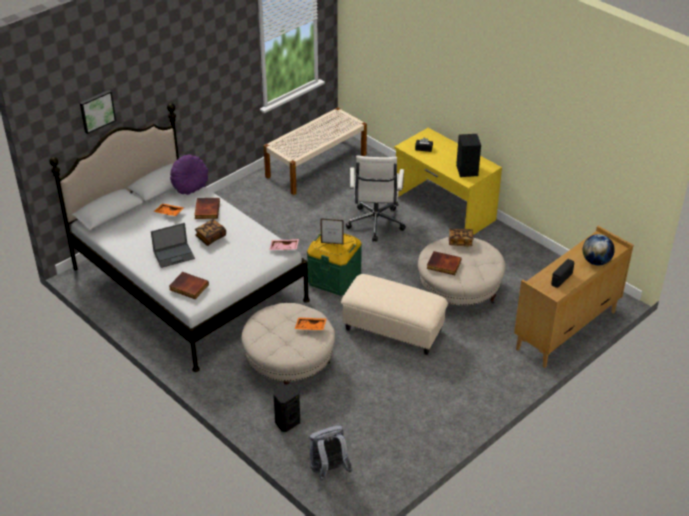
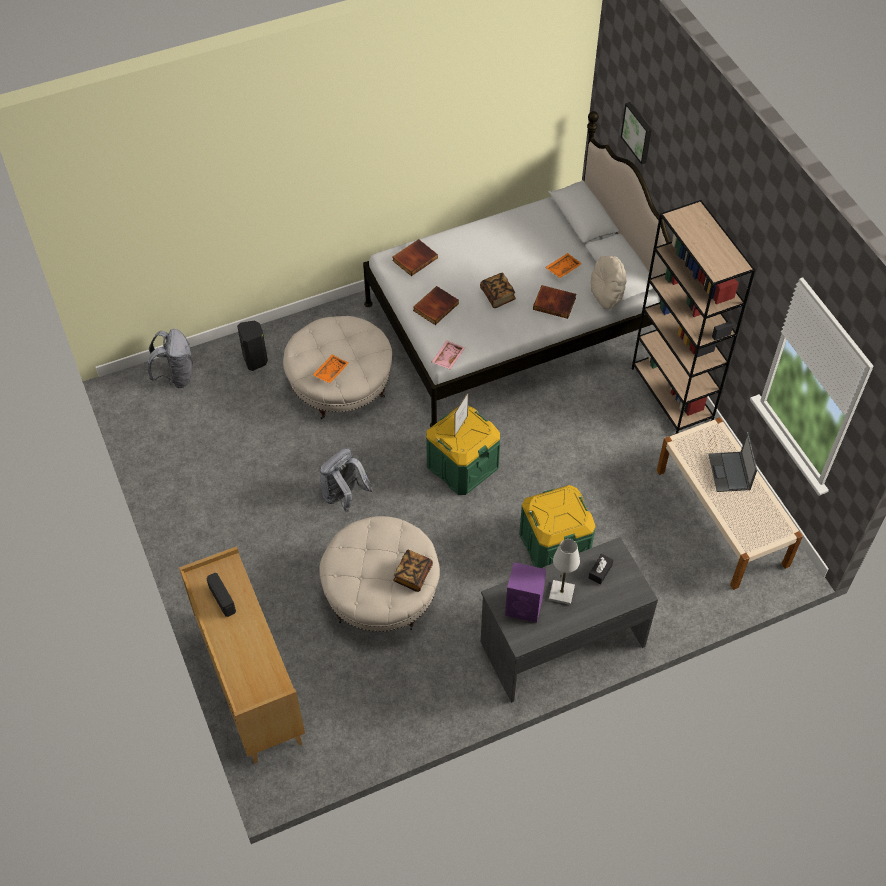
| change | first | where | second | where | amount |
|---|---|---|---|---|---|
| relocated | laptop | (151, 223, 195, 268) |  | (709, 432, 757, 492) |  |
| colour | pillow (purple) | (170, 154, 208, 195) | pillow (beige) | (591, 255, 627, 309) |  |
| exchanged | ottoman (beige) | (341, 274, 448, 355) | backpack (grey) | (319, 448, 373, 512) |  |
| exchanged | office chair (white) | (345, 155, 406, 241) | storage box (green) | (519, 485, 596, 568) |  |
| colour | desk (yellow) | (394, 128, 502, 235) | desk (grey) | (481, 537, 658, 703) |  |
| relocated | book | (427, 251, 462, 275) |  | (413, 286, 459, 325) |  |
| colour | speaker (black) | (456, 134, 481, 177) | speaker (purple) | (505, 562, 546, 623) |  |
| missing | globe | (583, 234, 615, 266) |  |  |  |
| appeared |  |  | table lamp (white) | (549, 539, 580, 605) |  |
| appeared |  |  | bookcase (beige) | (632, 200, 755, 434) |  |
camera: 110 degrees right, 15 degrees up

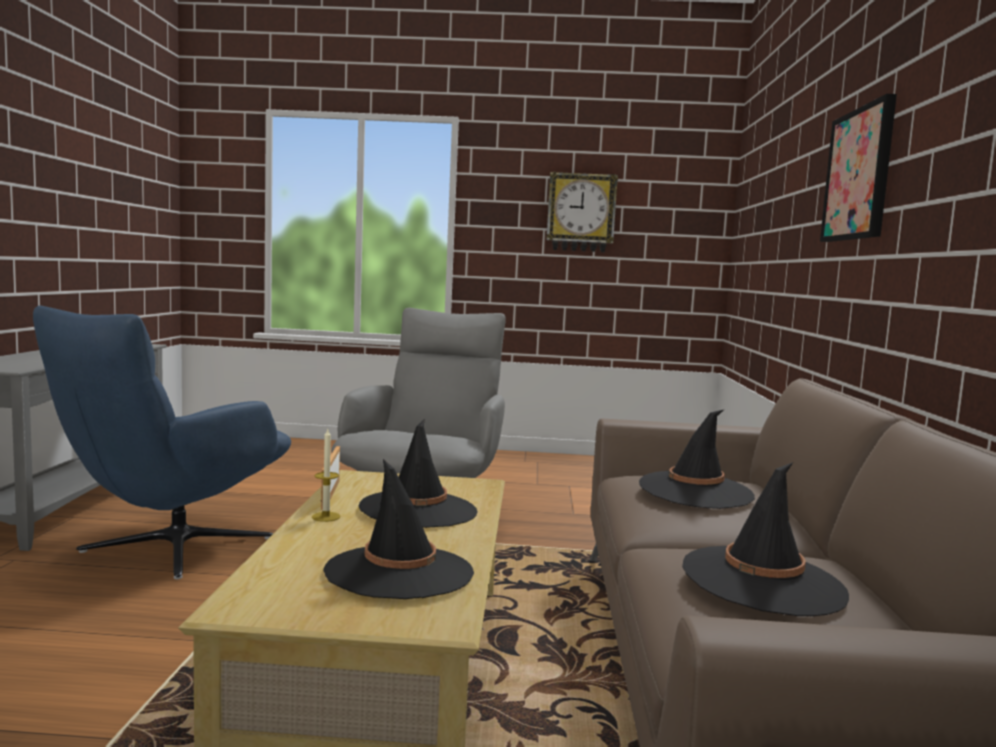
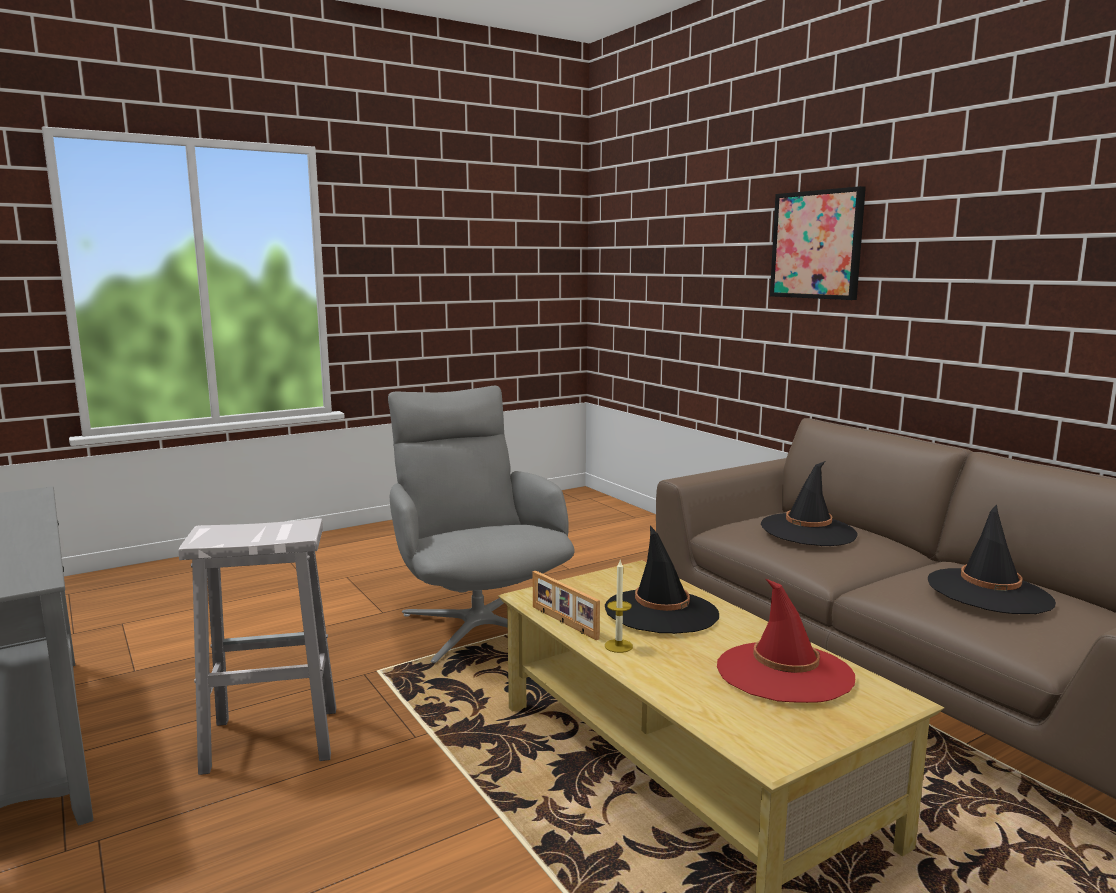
| change | first | where | second | where | amount |
|---|---|---|---|---|---|
| exchanged | armchair (blue) | (33, 305, 291, 579) | stool (white) | (178, 518, 336, 775) |  |
| colour | hat (black) | (323, 459, 474, 599) | hat (red) | (717, 579, 855, 703) |  |
| missing | wall clock | (546, 172, 618, 252) |  |  |  |
camera: 35 degrees left, 5 degrees up

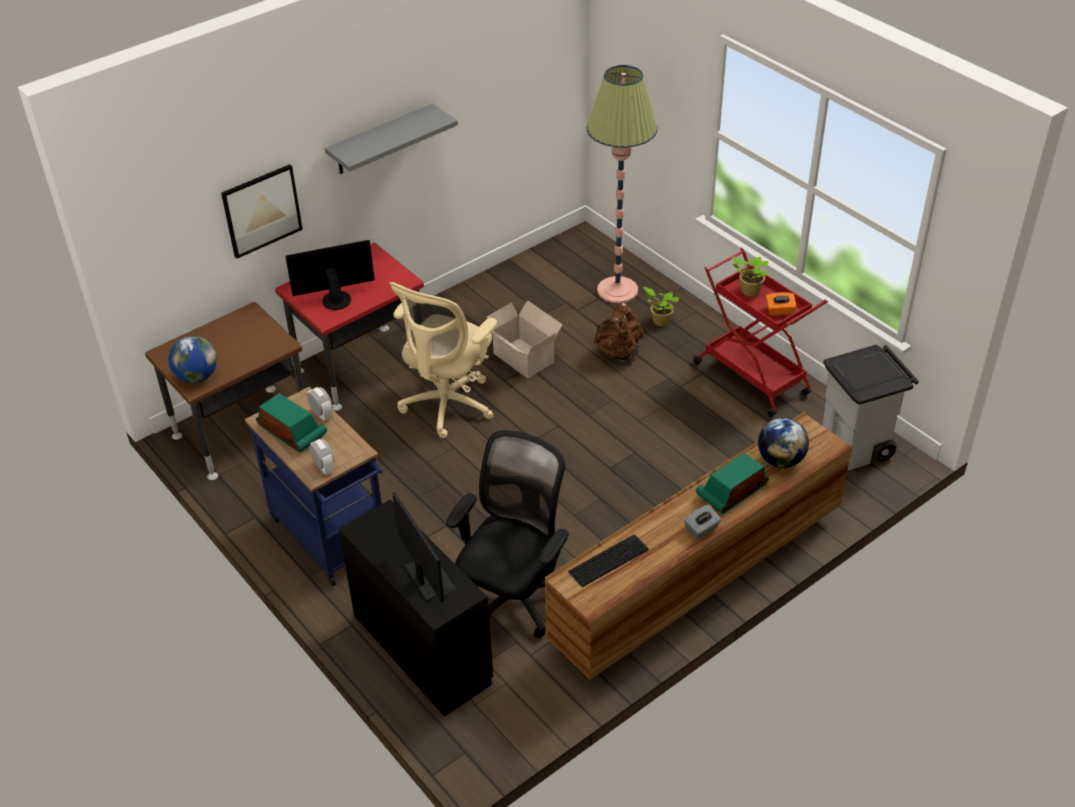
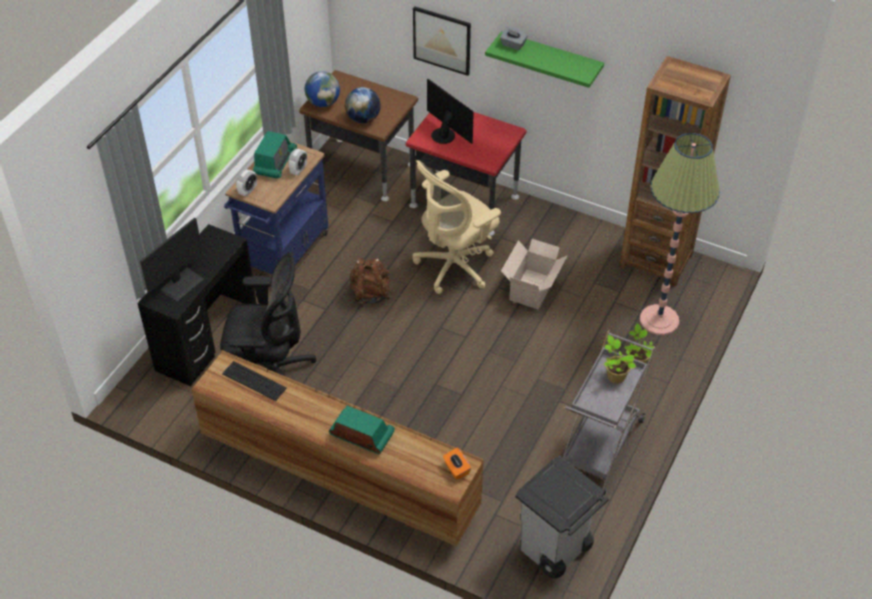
| change | first | where | second | where | amount |
|---|---|---|---|---|---|
| colour | shelf (grey) | (325, 103, 458, 174) | shelf (green) | (485, 32, 604, 88) |  |
| spun | office chair (beige) | (389, 282, 497, 438) |  | (412, 160, 501, 294) | 45 degrees counterclockwise |
| relocated | backpack (brown) | (594, 303, 644, 363) |  | (350, 258, 392, 304) |  |
| relocated | tissue box (grey) | (684, 505, 722, 539) |  | (500, 27, 528, 50) |  |
| colour | cart (red) | (692, 248, 828, 417) | cart (grey) | (563, 329, 656, 495) |  |
| relocated | globe | (758, 418, 809, 468) |  | (345, 87, 381, 123) |  |
| relocated | tissue box (orange) | (766, 292, 797, 315) |  | (443, 448, 471, 480) |  |
| appeared |  |  | bookcase (brown) | (619, 56, 731, 287) |  |
camera: 65 degrees right, 5 degrees up

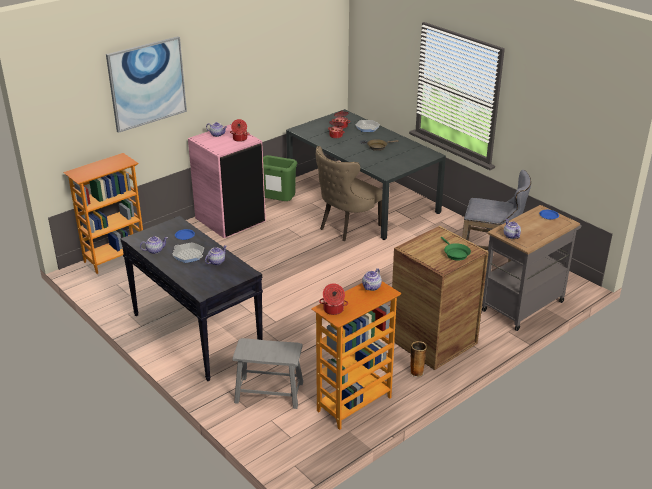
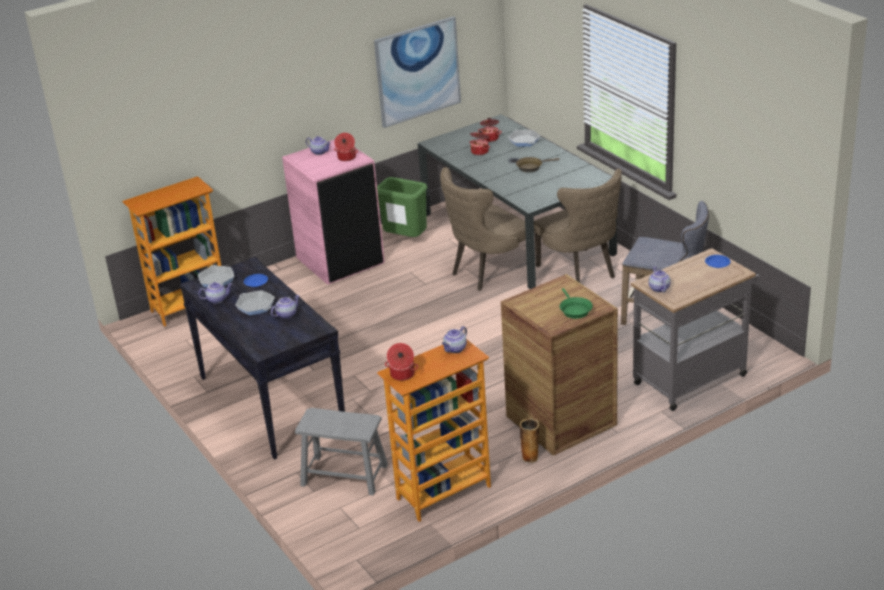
| change | first | where | second | where | amount |
|---|---|---|---|---|---|
| relocated | picture | (106, 36, 187, 133) |  | (374, 16, 461, 128) |  |
| appeared |  |  | frying pan | (198, 265, 234, 288) |  |
| appeared |  |  | chair (beige) | (534, 169, 622, 283) |  |
camera: 10 degrees right, 0 degrees up

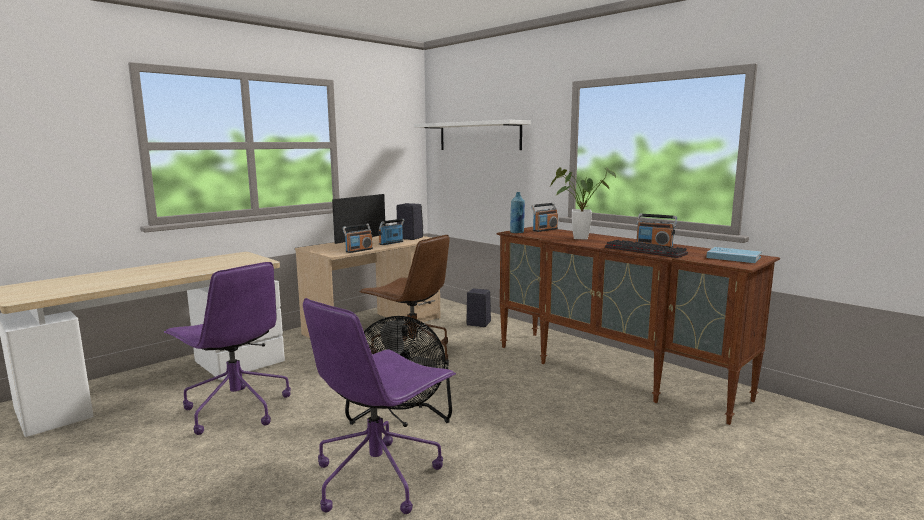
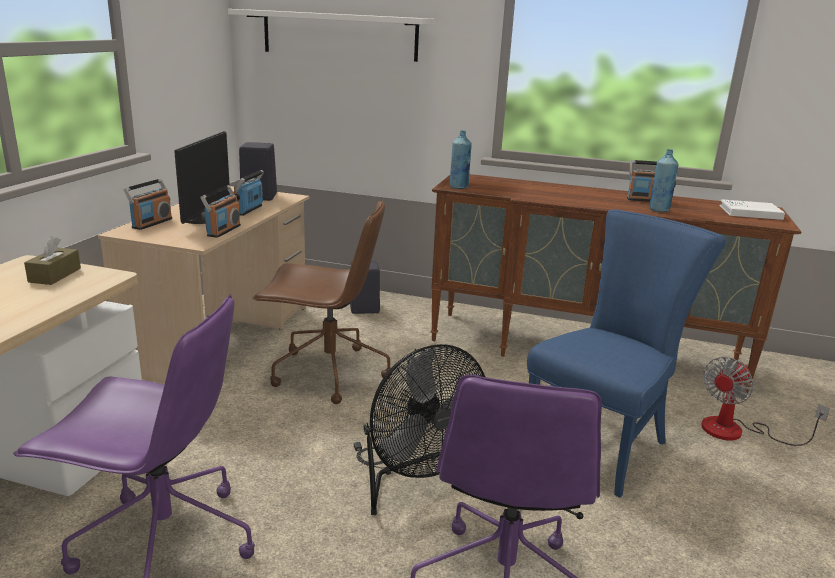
| change | first | where | second | where | amount |
|---|---|---|---|---|---|
| relocated | radio | (531, 203, 558, 232) |  | (124, 179, 172, 230) |  |
| missing | potted plant | (550, 167, 616, 240) |  |  |  |
| exchanged | keyboard | (605, 239, 688, 258) | bottle (blue) | (649, 149, 678, 212) |  |
| colour | book (blue) | (706, 247, 762, 263) | book (white) | (720, 199, 785, 220) |  |
| appeared |  |  | tissue box (brown) | (24, 236, 81, 285) |  |
| appeared |  |  | chair (blue) | (527, 209, 727, 498) |  |
| appeared |  |  | fan | (701, 357, 830, 446) |  |
camera: 30 degrees left, 10 degrees up

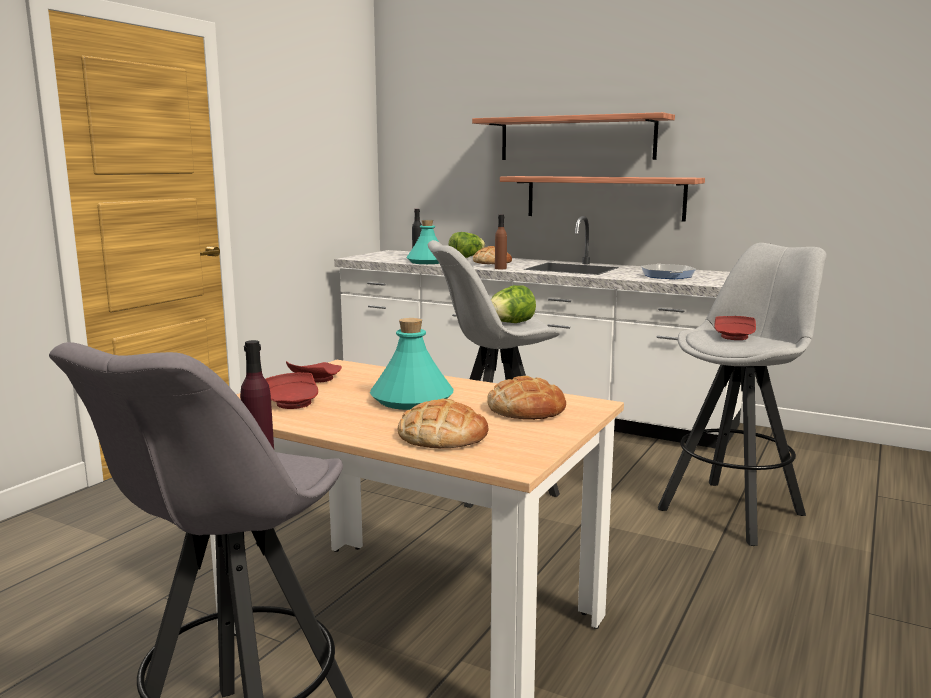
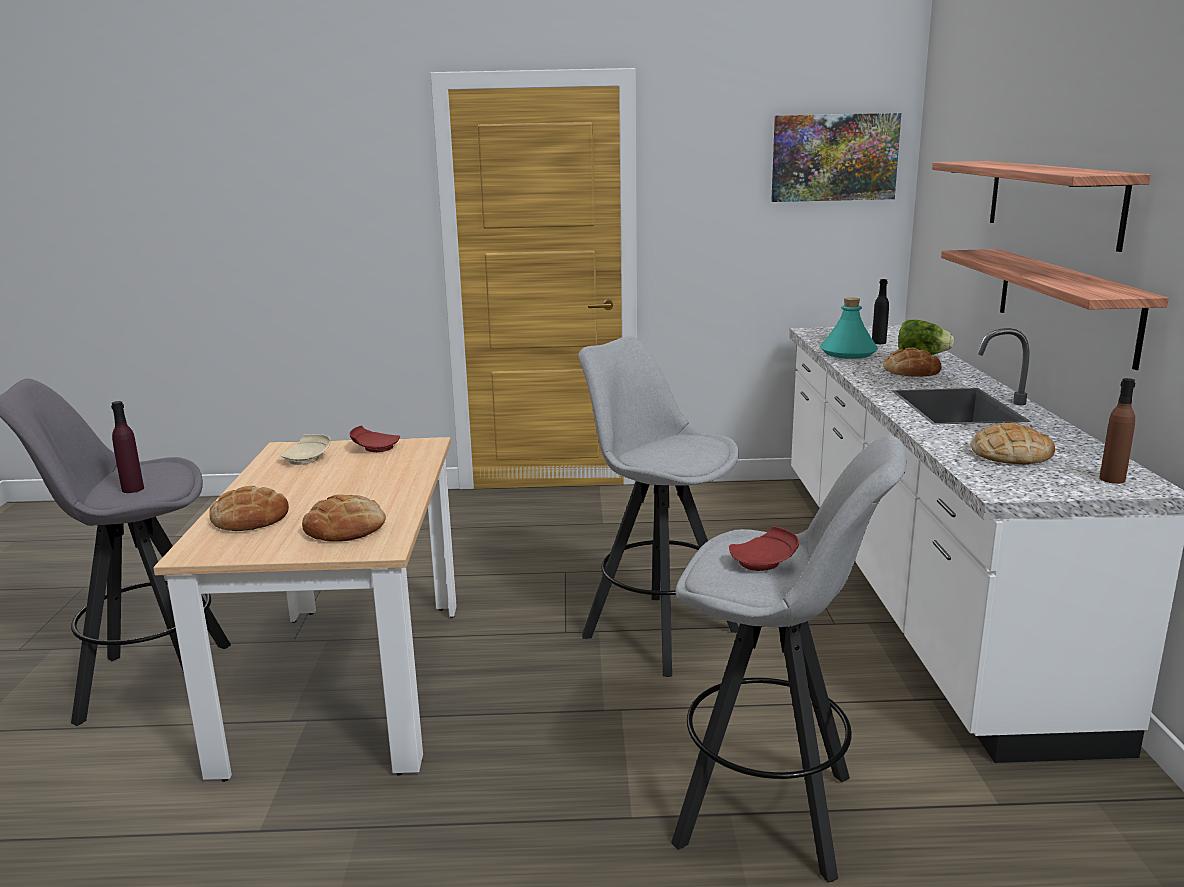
| change | first | where | second | where | amount |
|---|---|---|---|---|---|
| colour | plate (red) | (266, 373, 318, 409) | plate (beige) | (279, 434, 331, 465) |  |
| missing | bottle (turquoise) | (370, 318, 454, 410) |  |  |  |
| missing | lettuce | (491, 285, 536, 323) |  |  |  |
| relocated | bottle (brown) | (495, 215, 507, 269) |  | (1099, 378, 1135, 484) |  |
| exchanged | frying pan | (641, 264, 696, 279) | bread | (970, 423, 1055, 464) |  |
| appeared |  |  | picture | (771, 113, 901, 202) |  |
camera: 60 degrees right, 5 degrees up

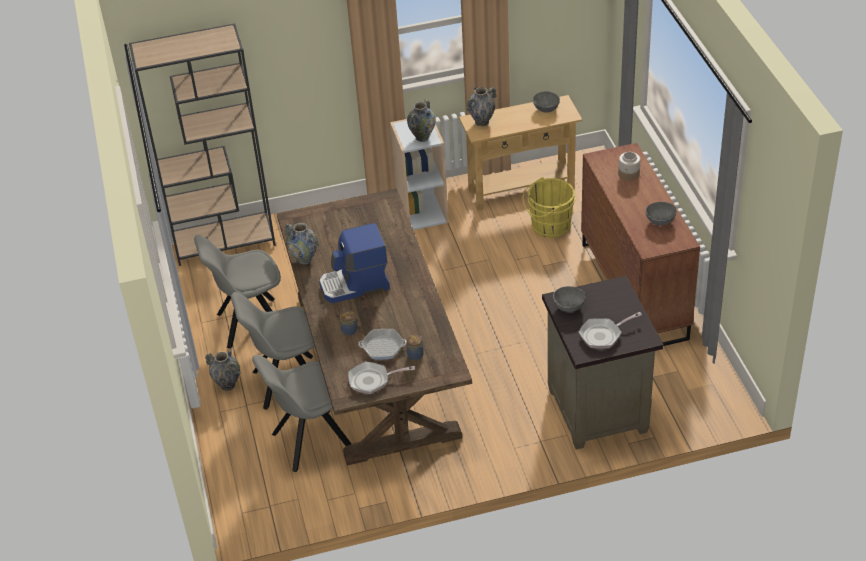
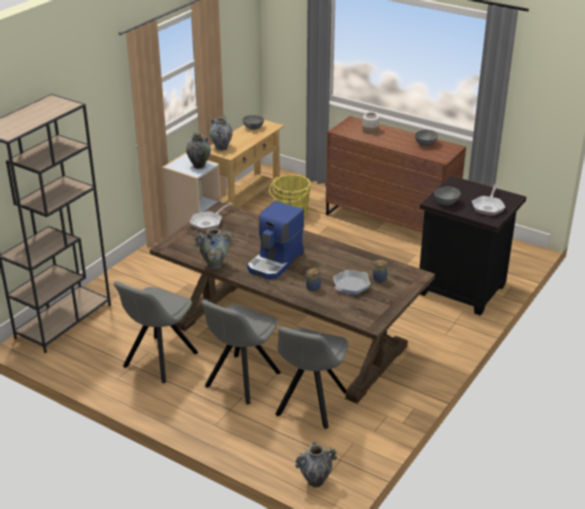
| change | first | where | second | where | amount |
|---|---|---|---|---|---|
| relocated | vase | (205, 350, 241, 391) |  | (295, 442, 337, 488) |  |
| relocated | frying pan | (348, 361, 415, 394) |  | (190, 202, 232, 231) |  |
| colour | cabinet (beige) | (542, 276, 664, 450) | cabinet (black) | (419, 176, 526, 316) |  |
camera: 45 degrees left, 10 degrees down

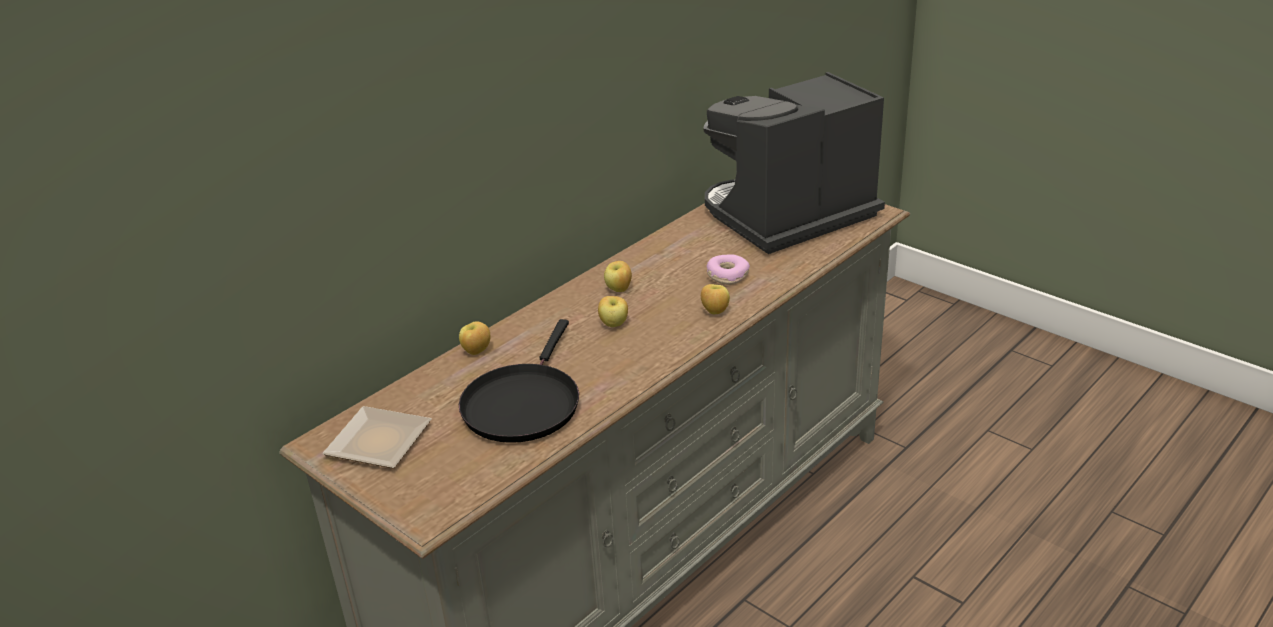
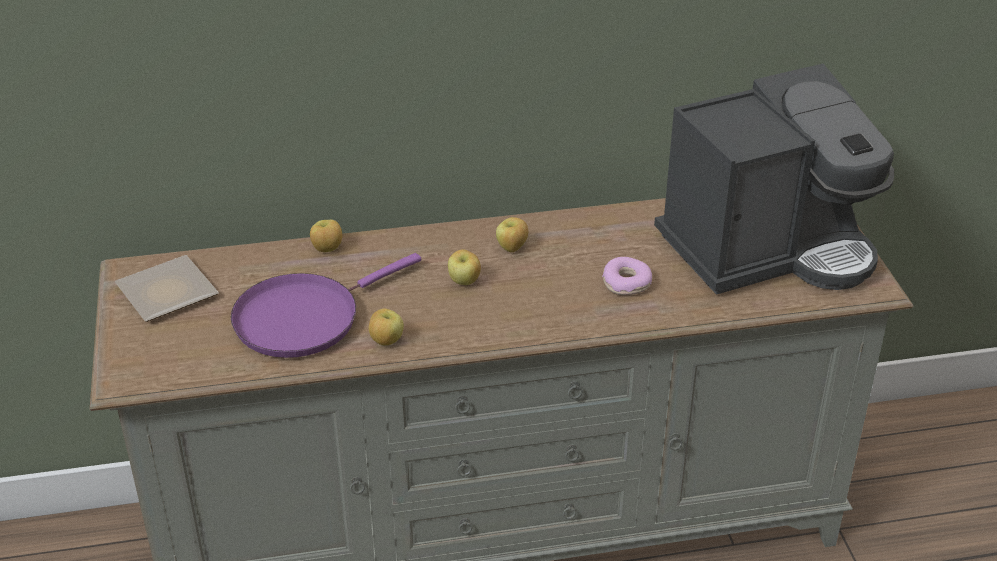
| change | first | where | second | where | amount |
|---|---|---|---|---|---|
| colour | frying pan (black) | (459, 319, 579, 443) | frying pan (purple) | (231, 253, 421, 358) |  |
| relocated | apple | (701, 284, 730, 314) |  | (369, 309, 404, 346) |  |
| spun | coffee machine | (703, 72, 885, 254) |  | (654, 64, 894, 295) | 150 degrees clockwise |
camera: 35 degrees right, 5 degrees up

